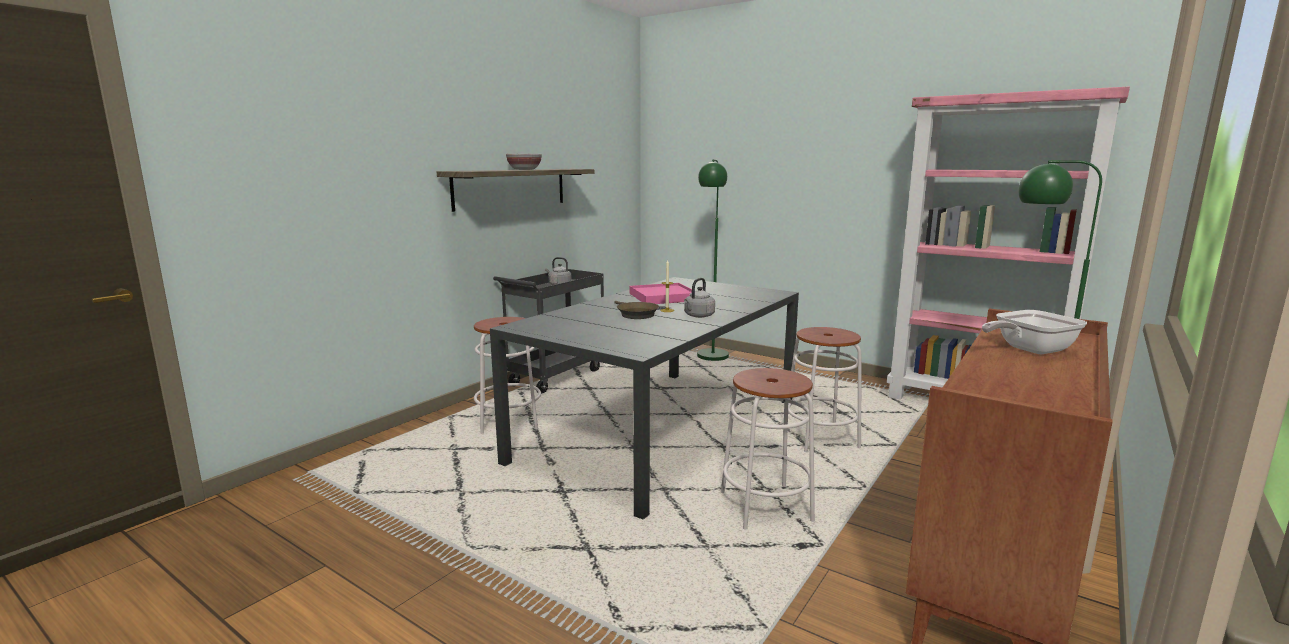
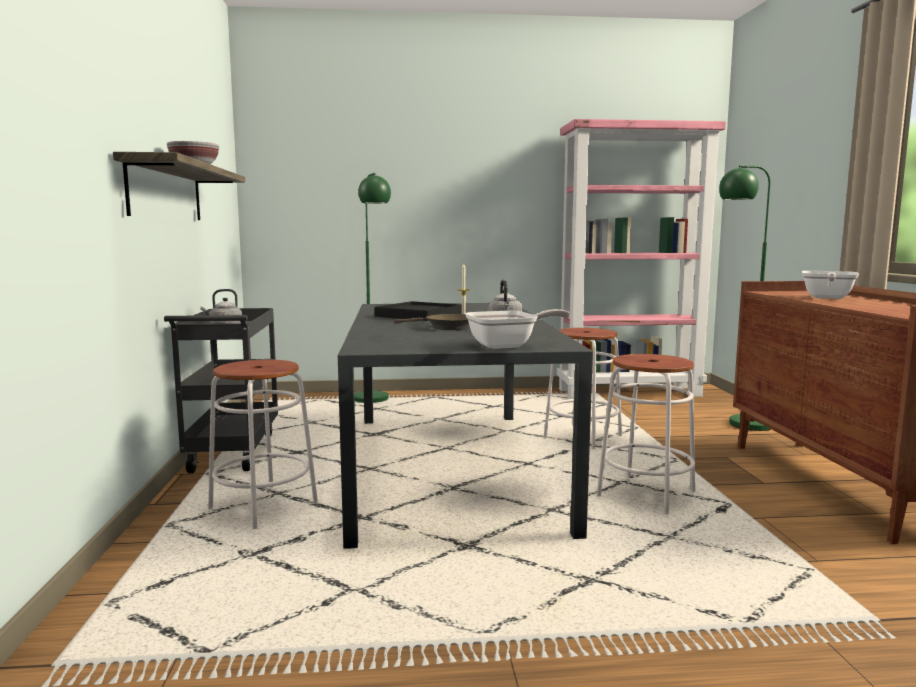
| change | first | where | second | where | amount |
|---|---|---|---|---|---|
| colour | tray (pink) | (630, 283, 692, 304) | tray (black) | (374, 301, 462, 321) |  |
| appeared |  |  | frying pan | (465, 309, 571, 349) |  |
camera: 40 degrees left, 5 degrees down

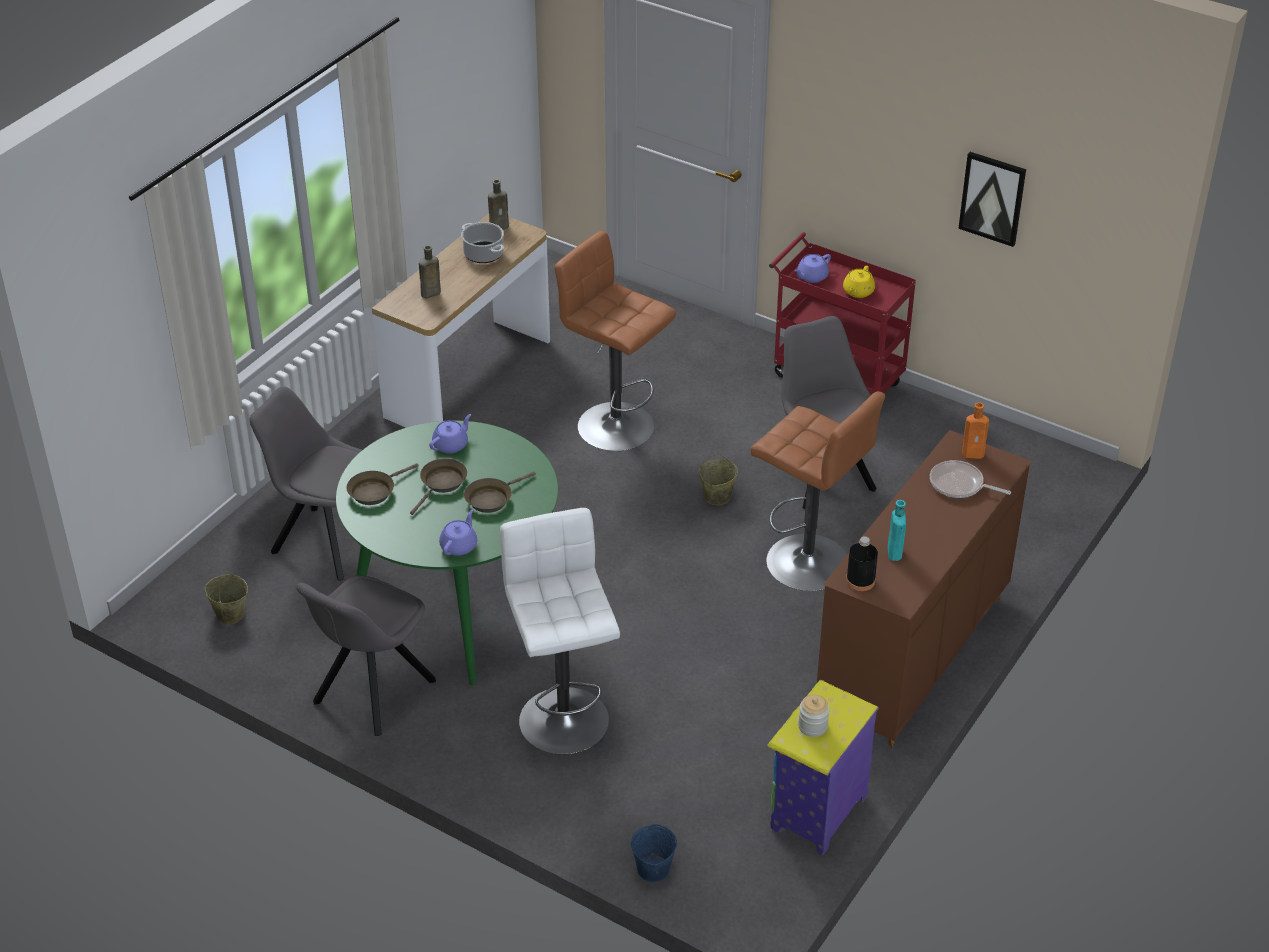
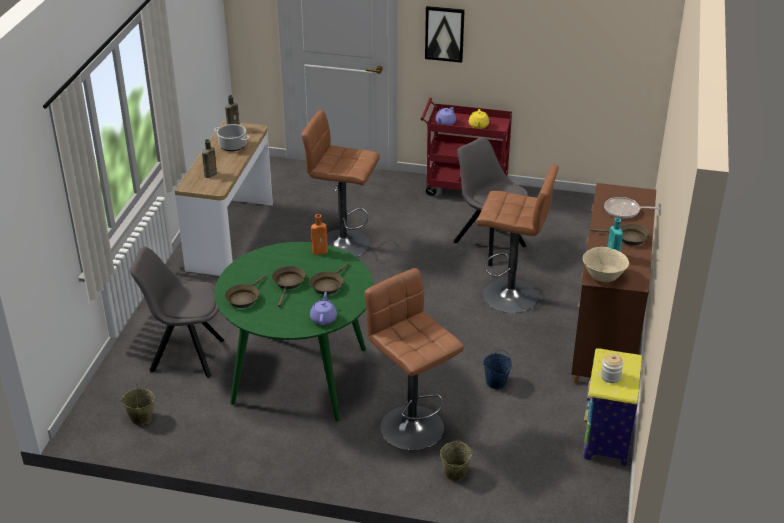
| change | first | where | second | where | amount |
|---|---|---|---|---|---|
| missing | chair (grey) | (296, 576, 436, 736) |  |  |  |
| missing | teapot (purple) | (429, 414, 471, 454) |  |  |  |
| colour | stool (white) | (500, 508, 620, 754) | stool (brown) | (364, 268, 464, 450) |  |
| relocated | bucket (blue) | (631, 824, 677, 882) |  | (483, 350, 512, 389) |  |
| relocated | bucket (beige) | (699, 454, 738, 505) |  | (440, 440, 472, 481) |  |
| exchanged | bottle (black) | (846, 537, 878, 591) | bowl (beige) | (583, 247, 629, 282) |  |
| relocated | picture | (958, 152, 1026, 247) |  | (425, 6, 465, 63) |  |
| relocated | bottle (orange) | (962, 403, 989, 459) |  | (311, 214, 328, 255) |  |
| appeared |  |  | frying pan (brown) | (591, 224, 649, 246) |  |
camera: 20 degrees left, 5 degrees down

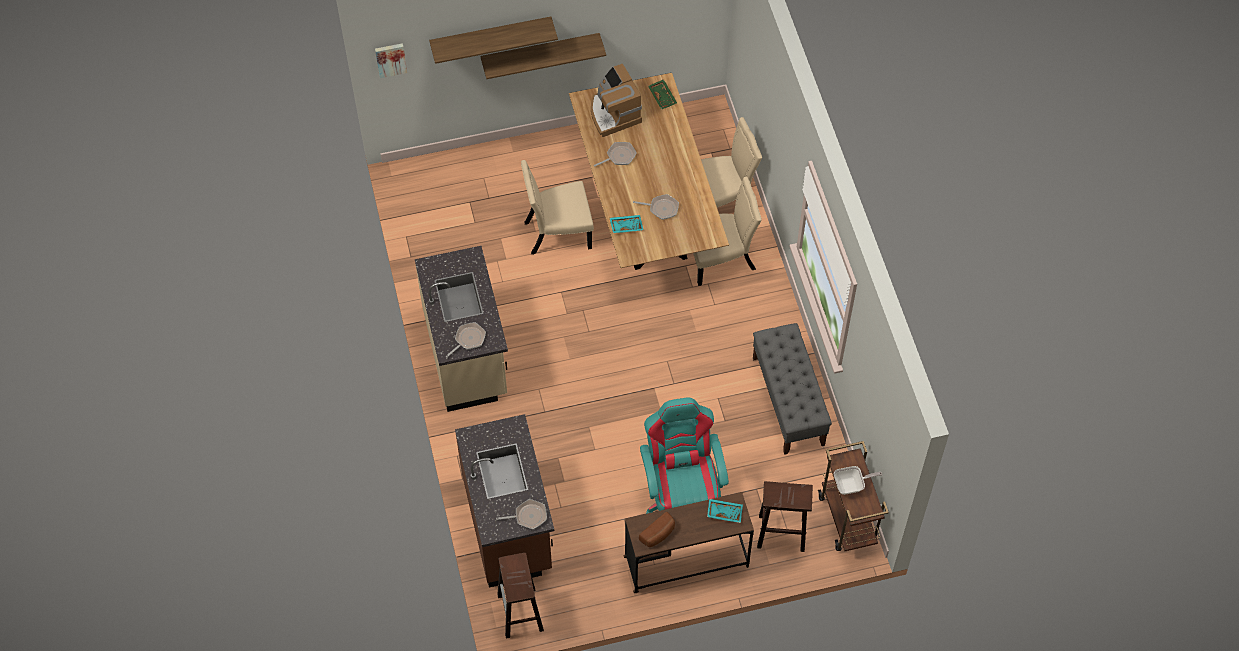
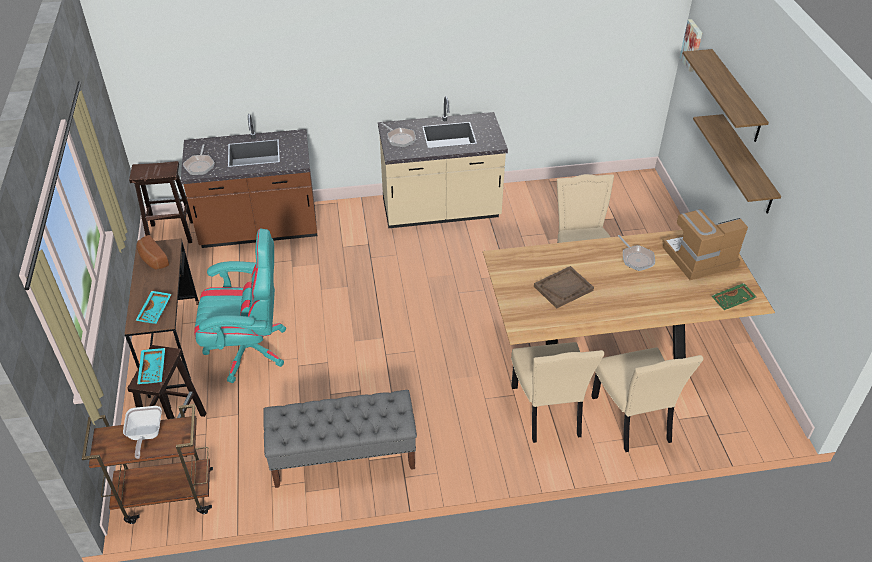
| change | first | where | second | where | amount |
|---|---|---|---|---|---|
| relocated | tray (turquoise) | (610, 215, 644, 233) |  | (137, 348, 165, 384) |  |
| exchanged | frying pan | (633, 194, 679, 220) | tray (brown) | (534, 266, 594, 309) |  |
camera: 95 degrees right, 15 degrees down

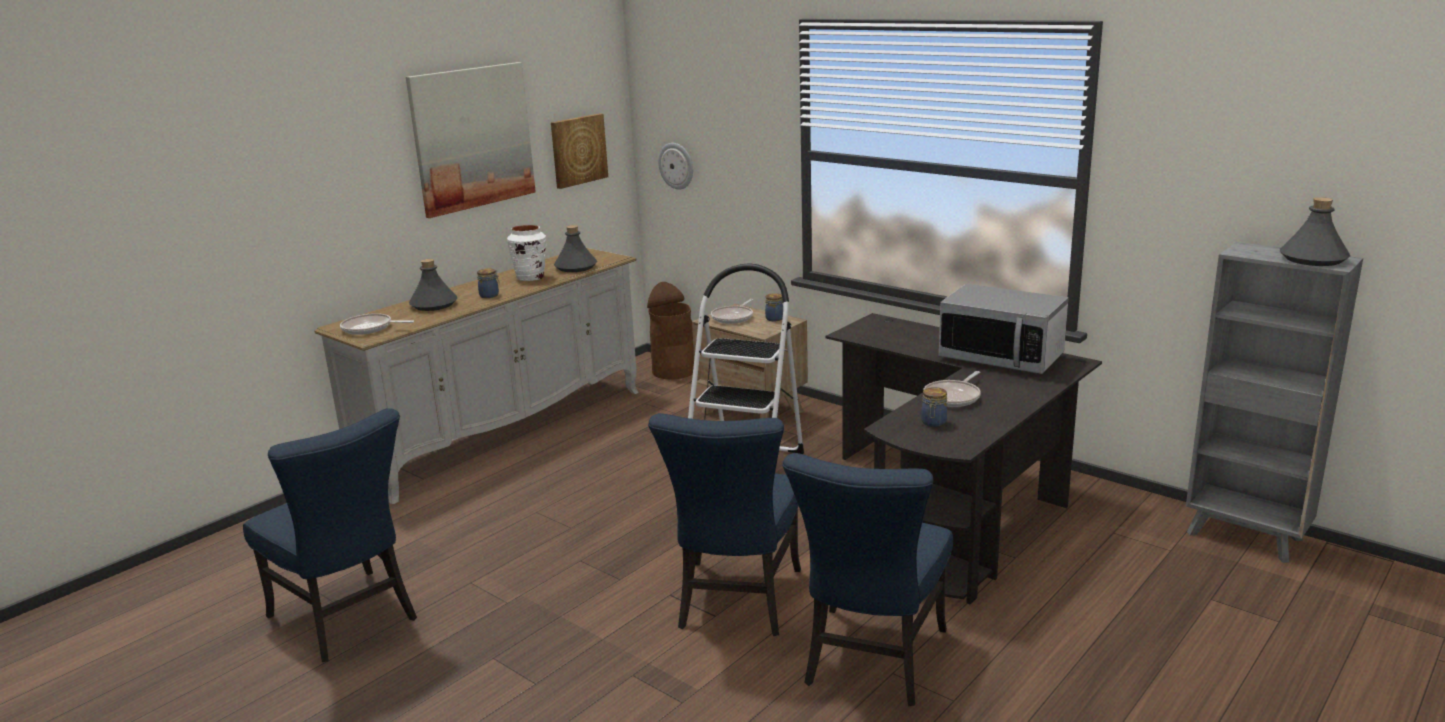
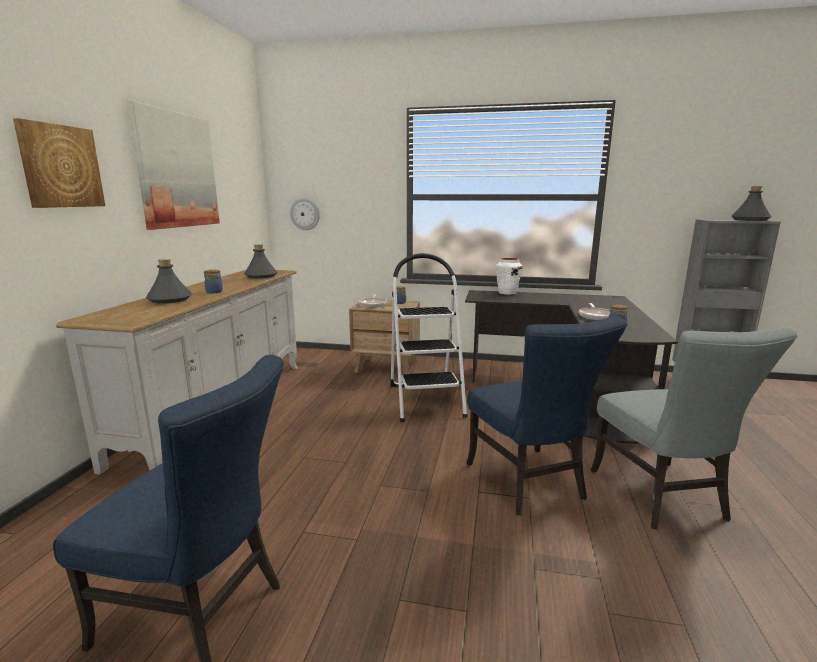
| change | first | where | second | where | amount |
|---|---|---|---|---|---|
| missing | frying pan | (340, 313, 414, 335) |  |  |  |
| relocated | vase (white) | (507, 225, 546, 281) |  | (496, 258, 523, 295) |  |
| relocated | picture | (551, 113, 608, 189) |  | (13, 118, 105, 208) |  |
| missing | trash can (brown) | (647, 282, 694, 380) |  |  |  |
| colour | chair (blue) | (782, 453, 953, 706) | chair (grey) | (591, 327, 798, 530) |  |
| missing | microwave | (939, 284, 1068, 374) |  |  |  |
camera: 30 degrees left, 5 degrees down

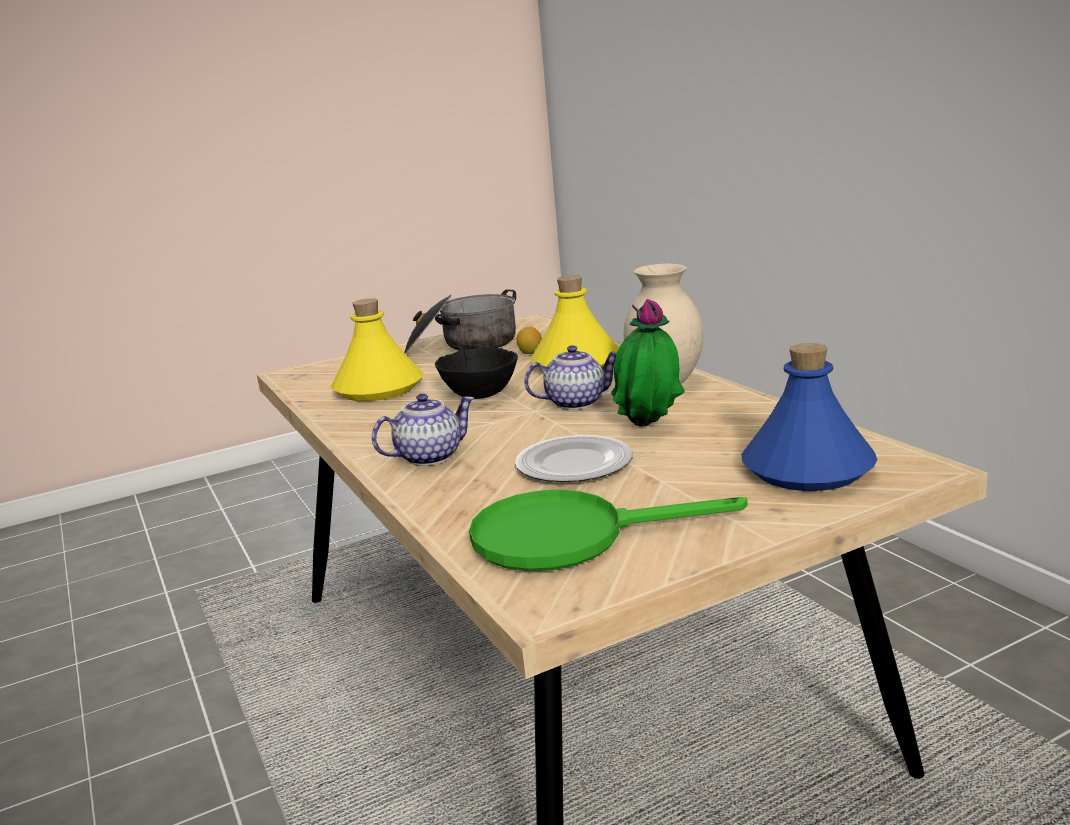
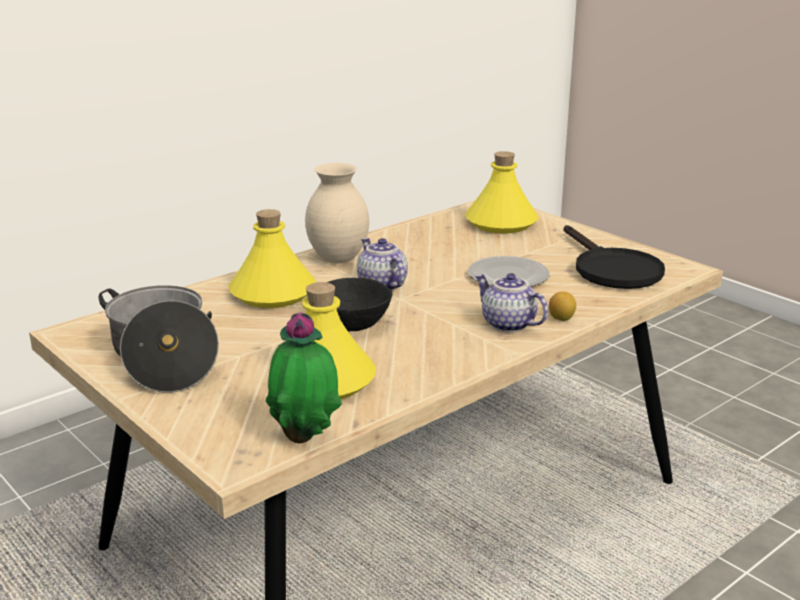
| change | first | where | second | where | amount |
|---|---|---|---|---|---|
| colour | frying pan (green) | (469, 490, 747, 571) | frying pan (black) | (563, 225, 665, 289) |  |
| relocated | lemon | (516, 327, 542, 354) |  | (549, 291, 576, 321) |  |
| relocated | potted plant | (611, 299, 685, 427) |  | (266, 312, 342, 443) |  |
| colour | bottle (blue) | (741, 343, 877, 491) | bottle (yellow) | (465, 151, 539, 233) |  |
camera: 105 degrees left, 5 degrees up

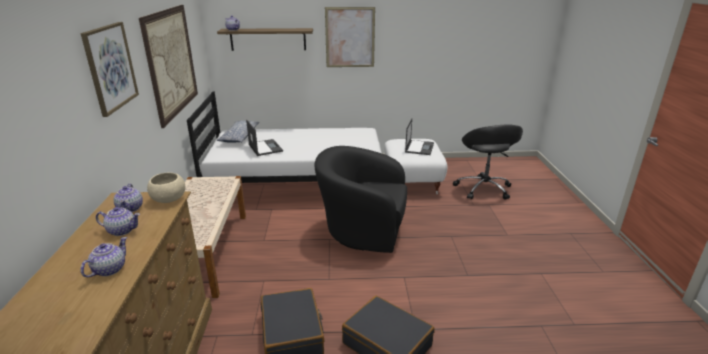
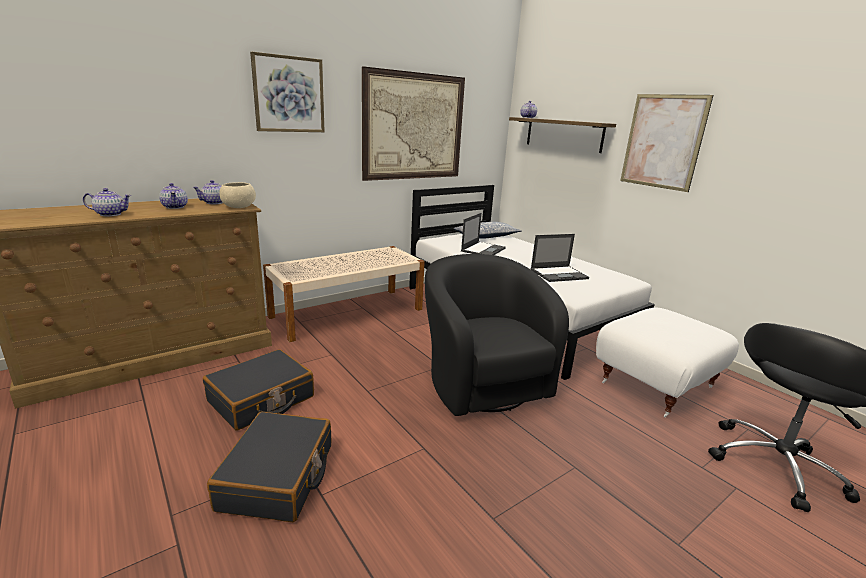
| change | first | where | second | where | amount |
|---|---|---|---|---|---|
| relocated | laptop | (405, 118, 434, 155) |  | (531, 234, 589, 282) |  |
camera: 55 degrees right, 5 degrees down

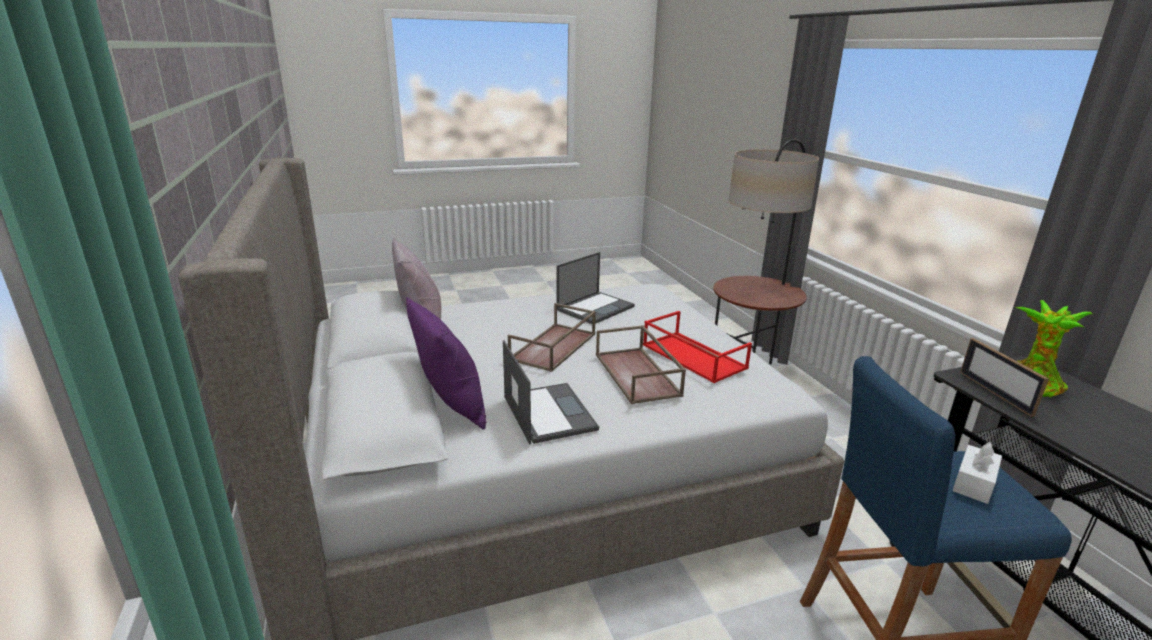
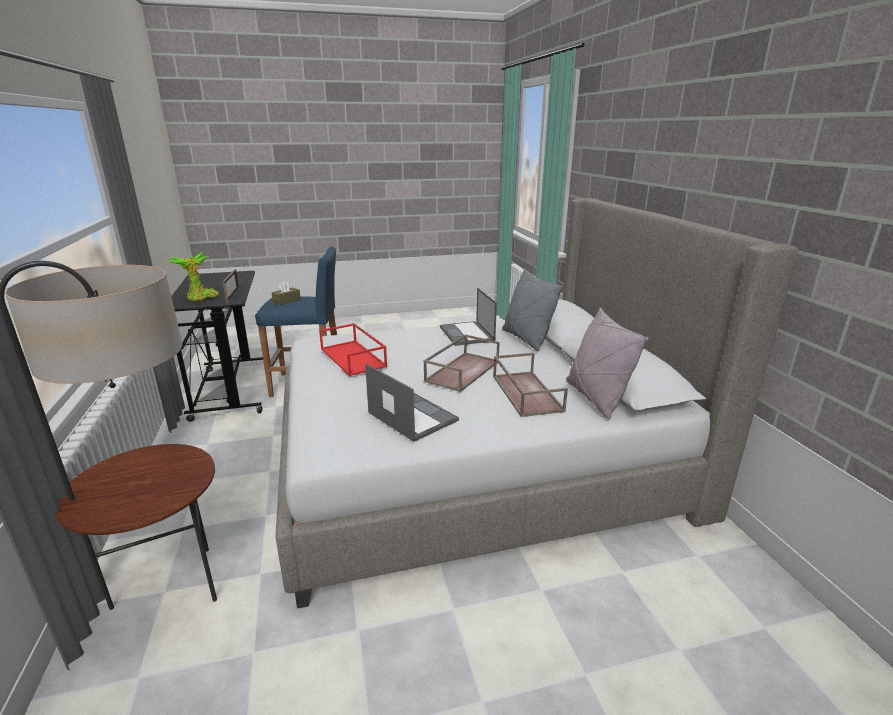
| change | first | where | second | where | amount |
|---|---|---|---|---|---|
| colour | pillow (purple) | (406, 297, 486, 430) | pillow (grey) | (502, 268, 563, 351) |  |
| spun | laptop | (556, 252, 635, 324) |  | (365, 364, 459, 442) | 90 degrees clockwise |
| relocated | tray (brown) | (596, 325, 686, 404) |  | (493, 353, 568, 417) |  |
| colour | tissue box (white) | (953, 442, 1002, 504) | tissue box (brown) | (272, 281, 301, 305) |  |
camera: 175 degrees left, 0 degrees up

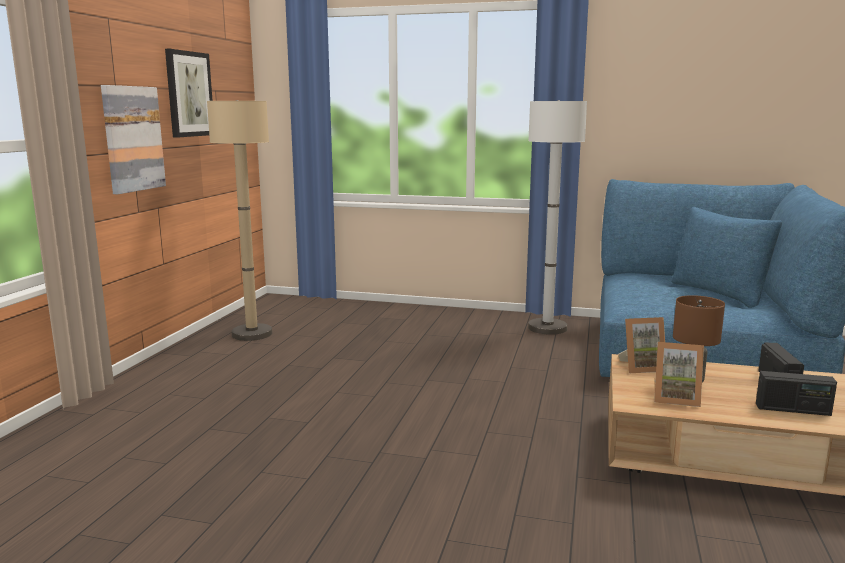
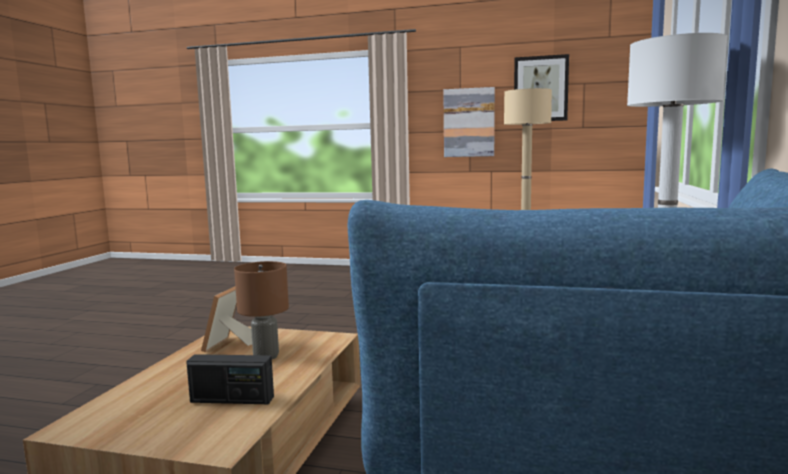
| change | first | where | second | where | amount |
|---|---|---|---|---|---|
| missing | picture frame | (618, 317, 665, 373) |  |  |  |
| missing | radio | (756, 371, 837, 416) |  |  |  |
camera: 90 degrees right, 5 degrees down

